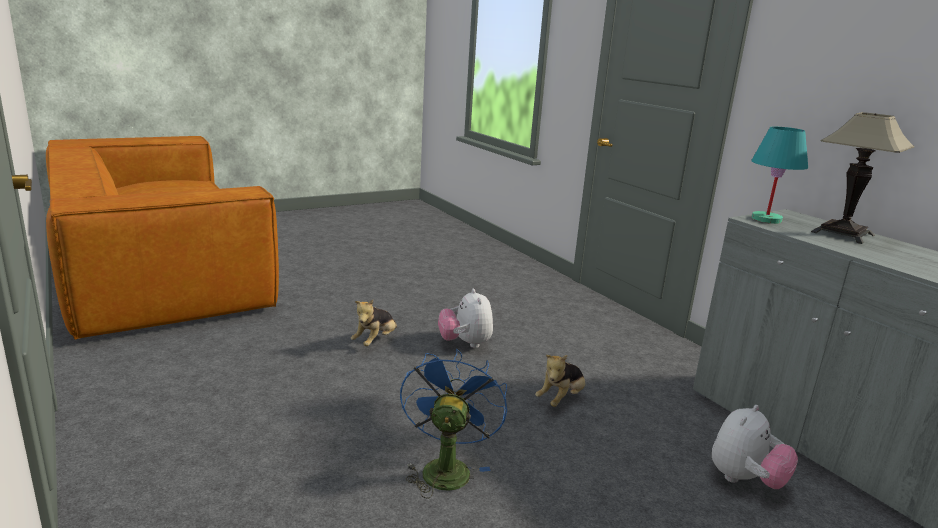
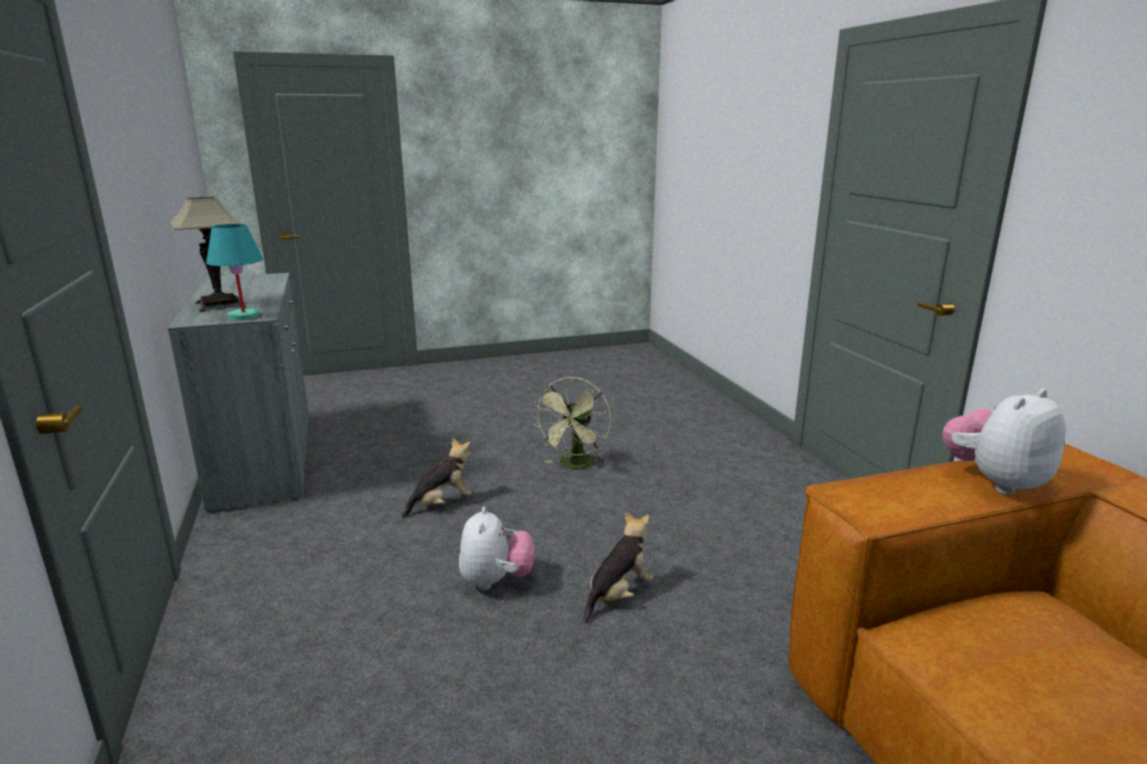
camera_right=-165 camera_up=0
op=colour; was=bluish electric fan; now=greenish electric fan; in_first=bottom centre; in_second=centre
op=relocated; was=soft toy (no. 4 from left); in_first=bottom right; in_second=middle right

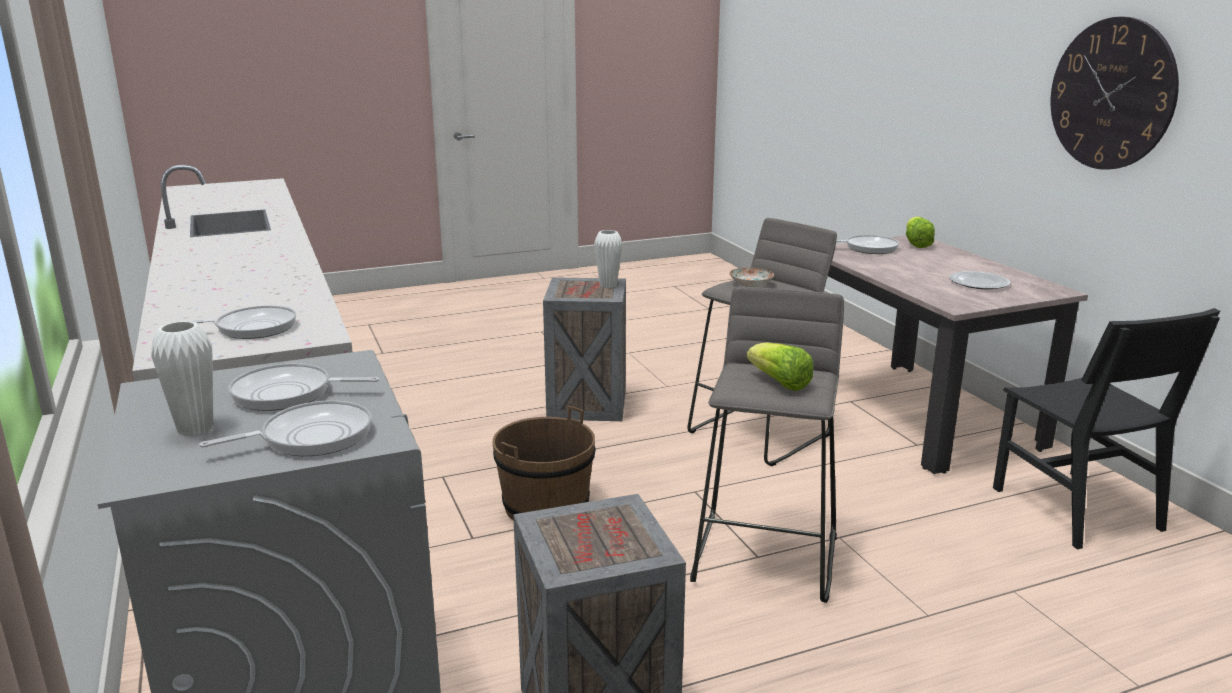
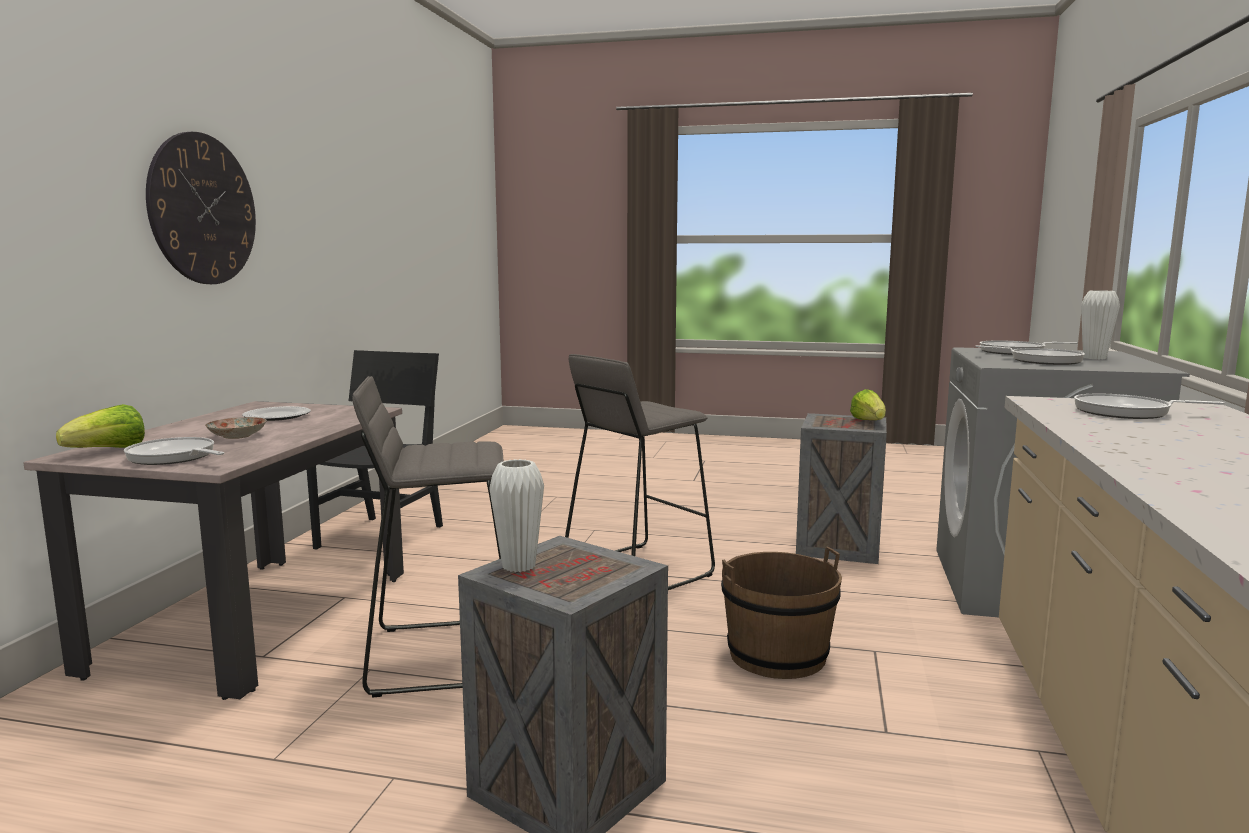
camera_right=-145 camera_up=-10
op=relocated; was=dinner plate (no. 1 from left); in_first=centre; in_second=middle left
op=relocated; was=lettuce head (no. 1 from left in the first image); now=lettuce head (no. 2 from left); in_first=centre; in_second=middle right

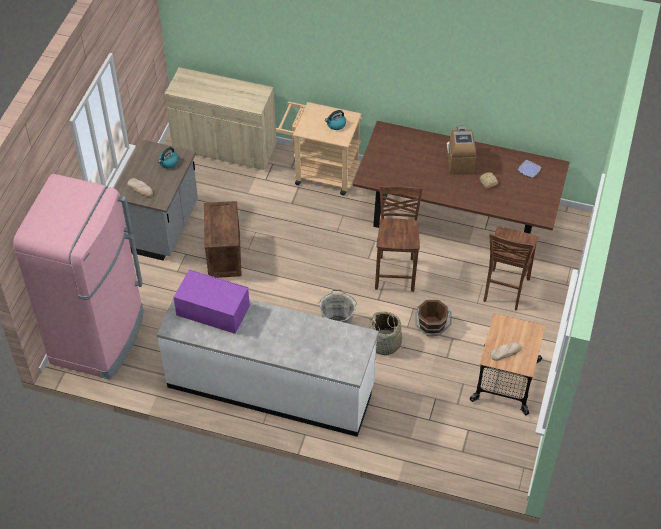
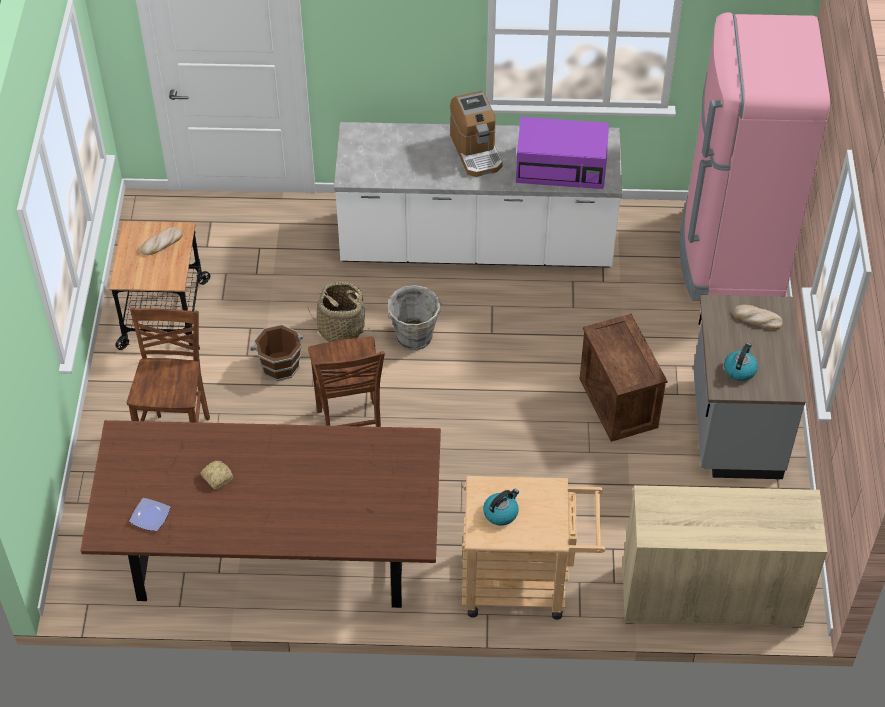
camera_right=165 camera_up=0
op=relocated; was=coffee machine; in_first=top right; in_second=top centre

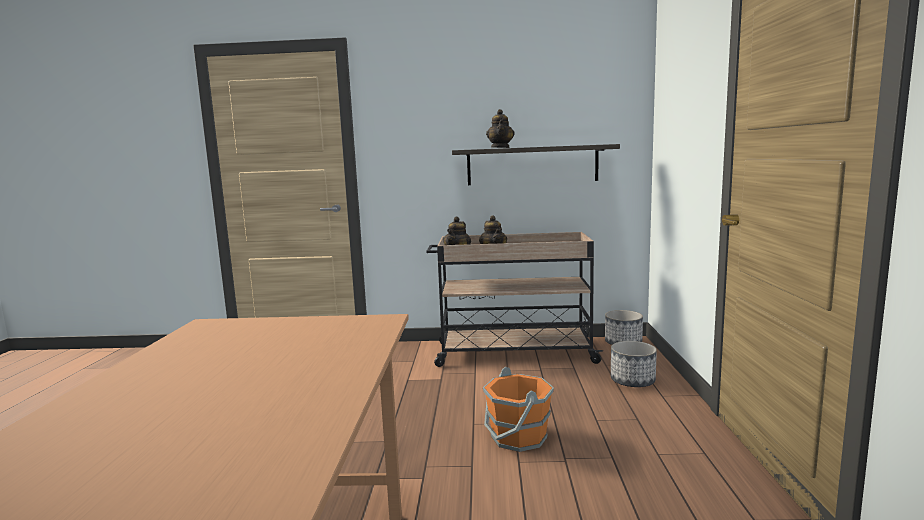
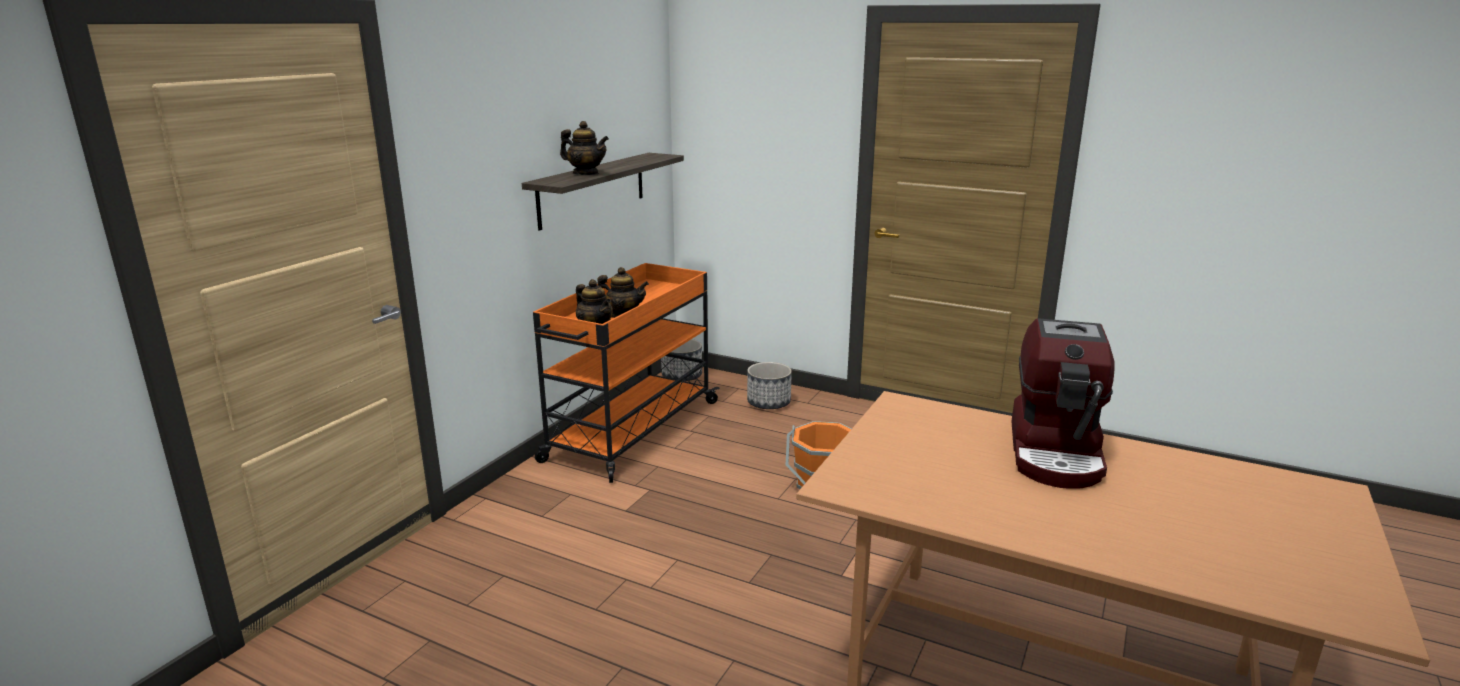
camera_right=-65 camera_up=10
op=colour; was=beige-coloured wheeled cart; now=orange-coloured wheeled cart; in_first=centre; in_second=centre
op=appeared; now=coffee machine; in_second=middle right

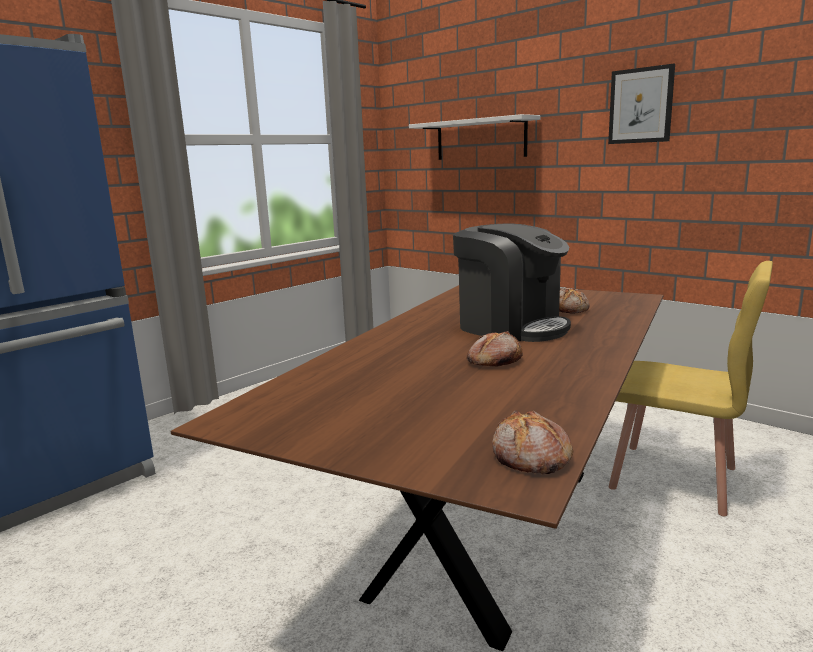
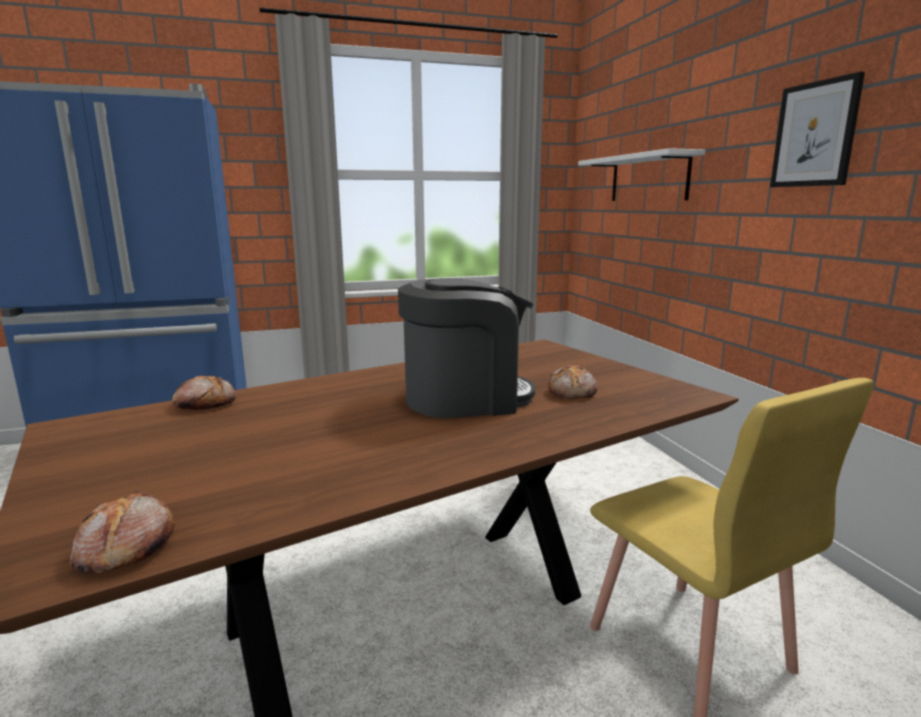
camera_right=30 camera_up=0
op=relocated; was=baked bread (no. 1 from left in the first image); now=baked bread (no. 2 from left); in_first=centre; in_second=middle left
op=spun; was=coffee machine; in_first=centre; in_second=centre; clockwise=-90

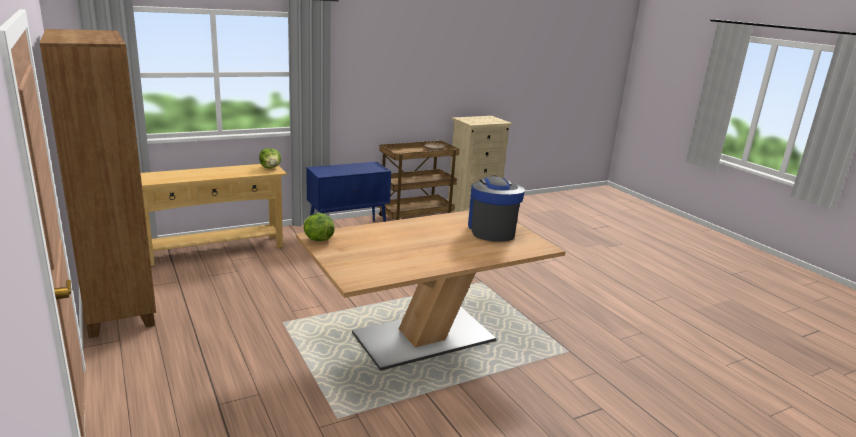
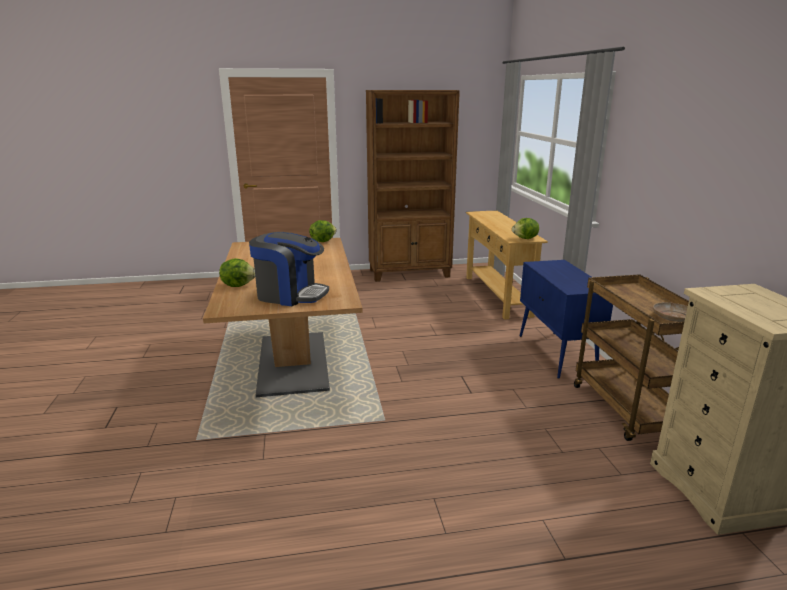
camera_right=110 camera_up=0
op=appeared; now=lettuce head (no. 1 from left); in_second=middle left

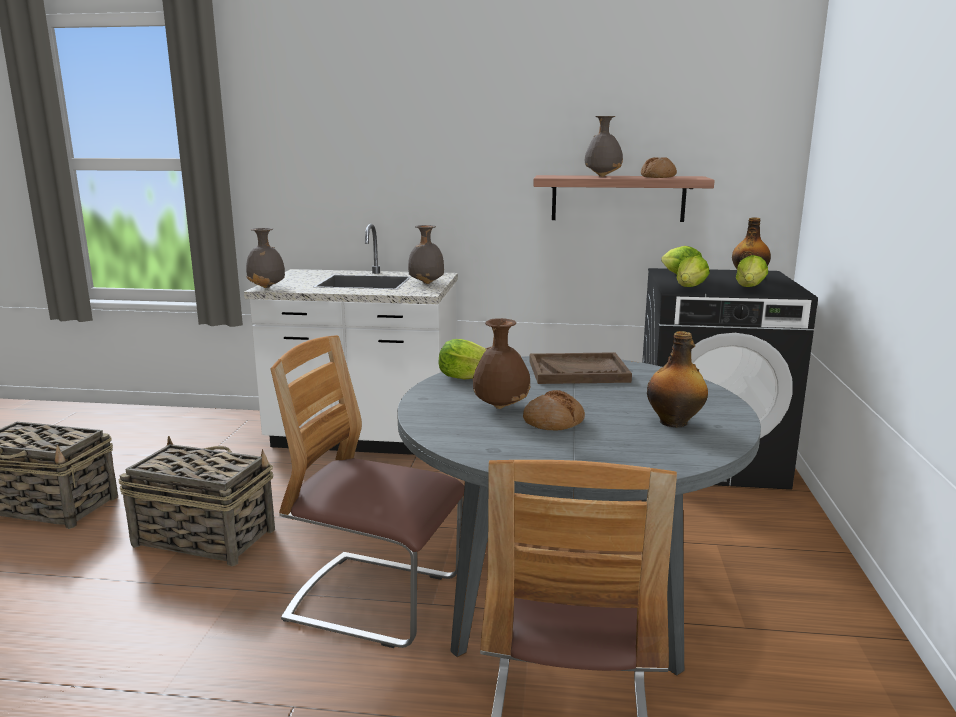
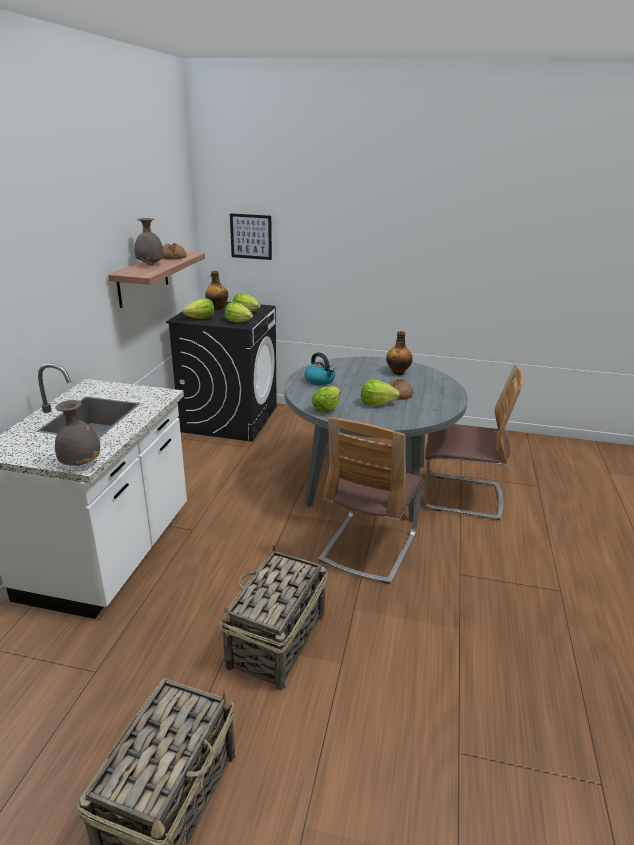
camera_right=-85 camera_up=10
op=appeared; now=wall picture; in_second=top centre
op=exchanged; was=brown tray; now=water kettle; in_first=centre; in_second=centre
op=exchanged; was=brown decorative vase; now=lettuce head (no. 5 from left); in_first=centre; in_second=centre
op=missing; was=gray decorative vase (no. 2 from left); in_first=centre

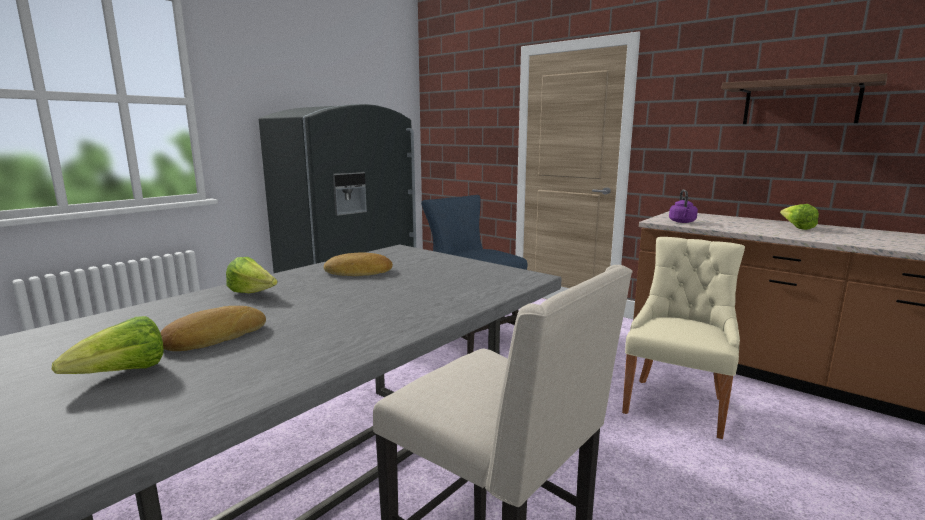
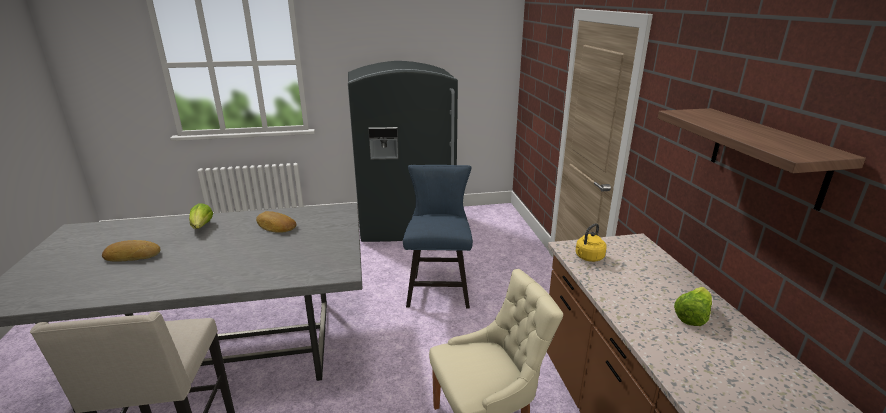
camera_right=40 camera_up=10
op=colour; was=purple-coloured water kettle; now=yellow-coloured water kettle; in_first=middle right; in_second=middle right
op=missing; was=lettuce head (no. 1 from left); in_first=middle left

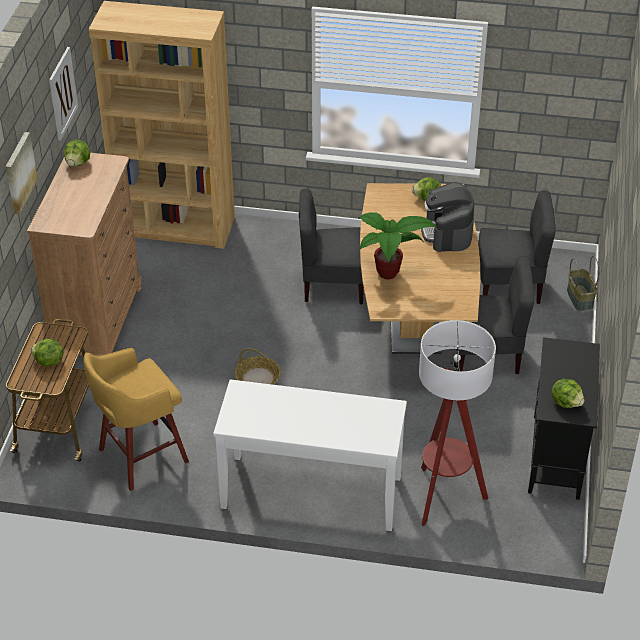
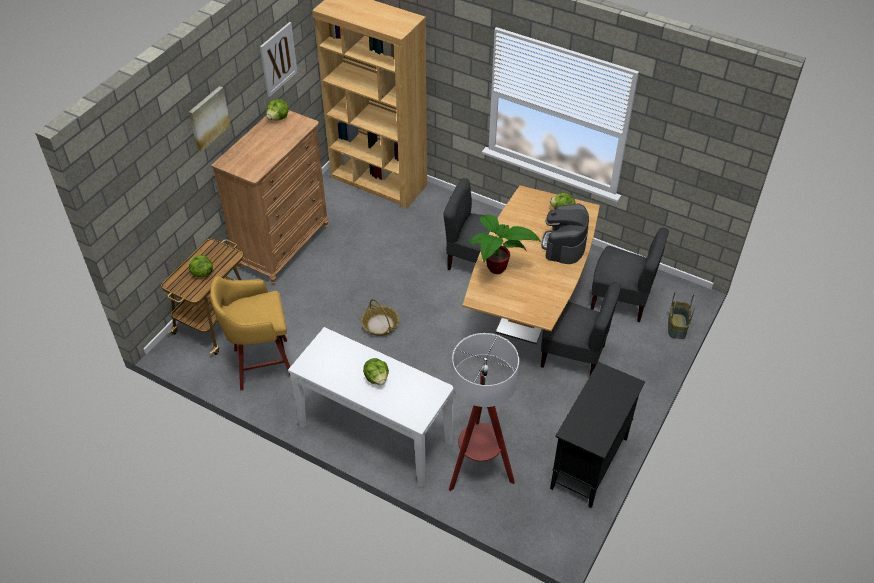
camera_right=20 camera_up=5
op=relocated; was=lettuce head (no. 4 from left in the first image); now=lettuce head (no. 3 from left); in_first=middle right; in_second=centre

